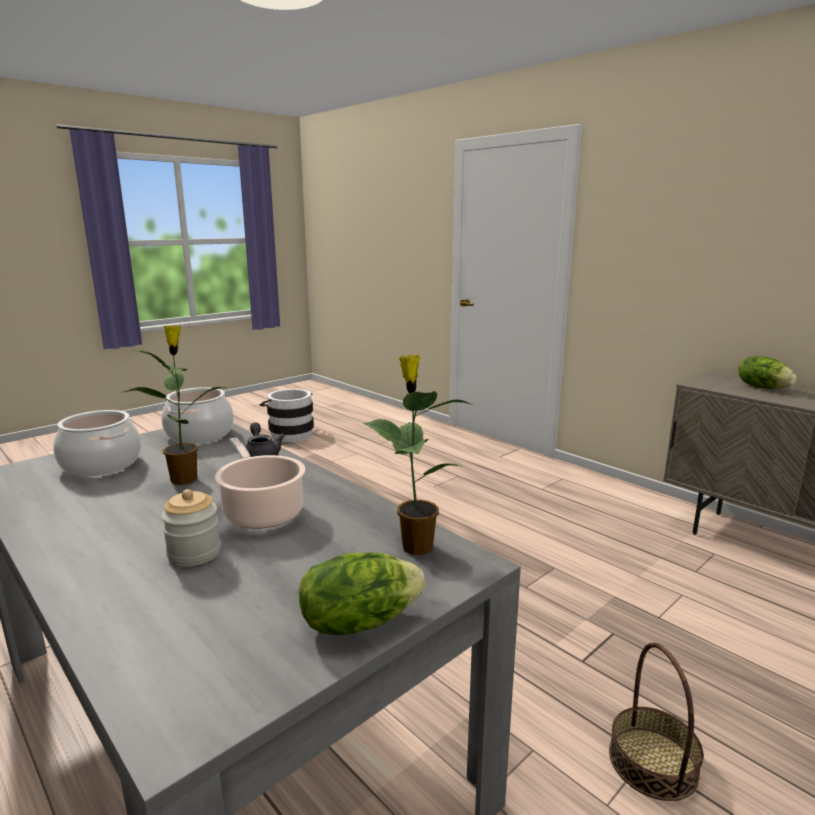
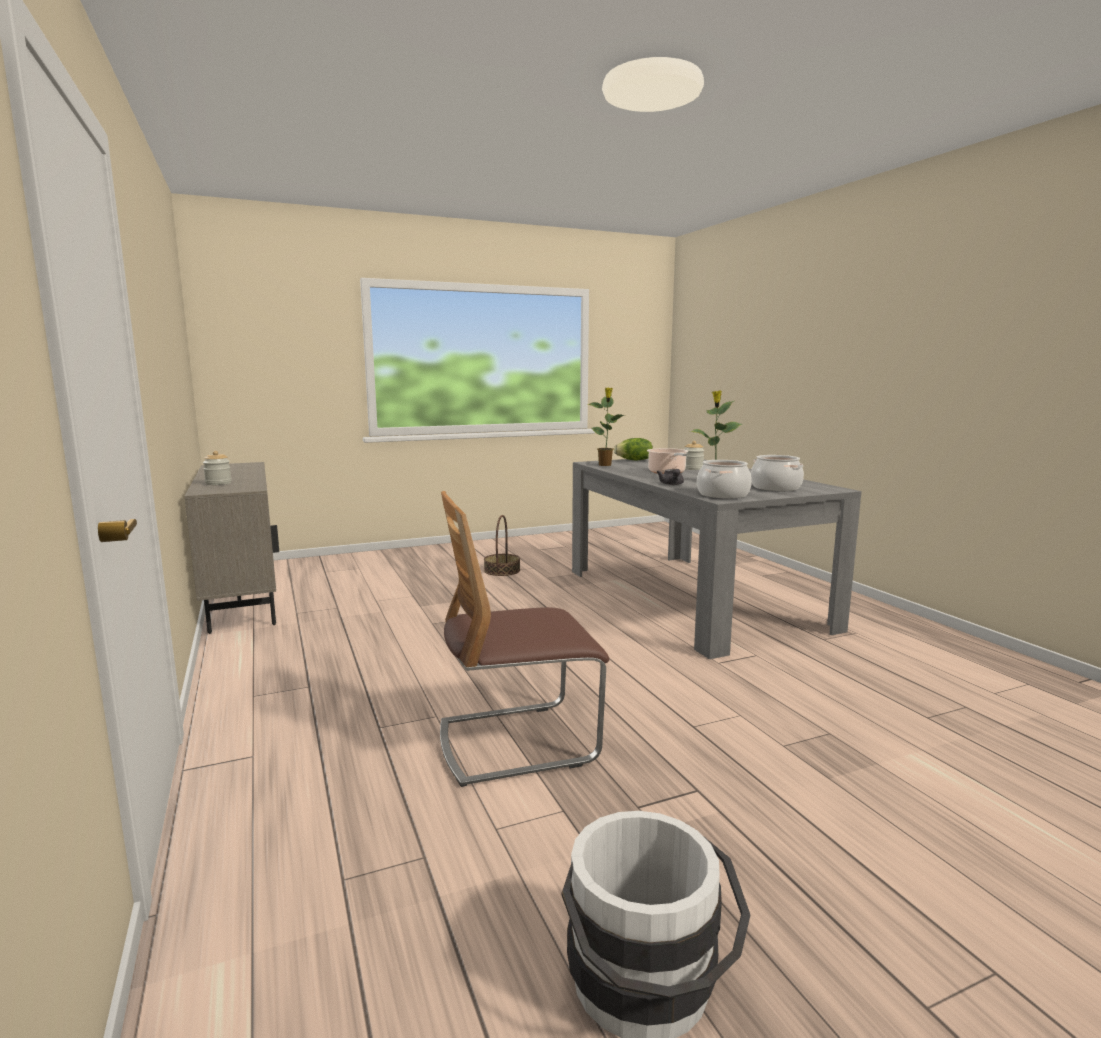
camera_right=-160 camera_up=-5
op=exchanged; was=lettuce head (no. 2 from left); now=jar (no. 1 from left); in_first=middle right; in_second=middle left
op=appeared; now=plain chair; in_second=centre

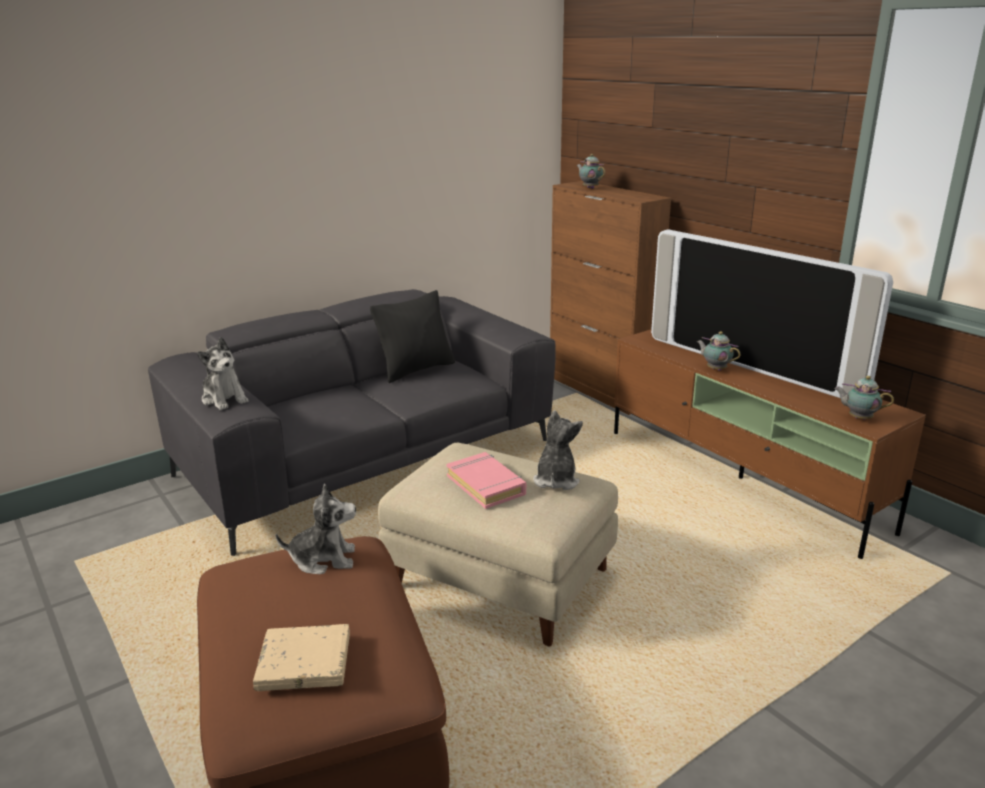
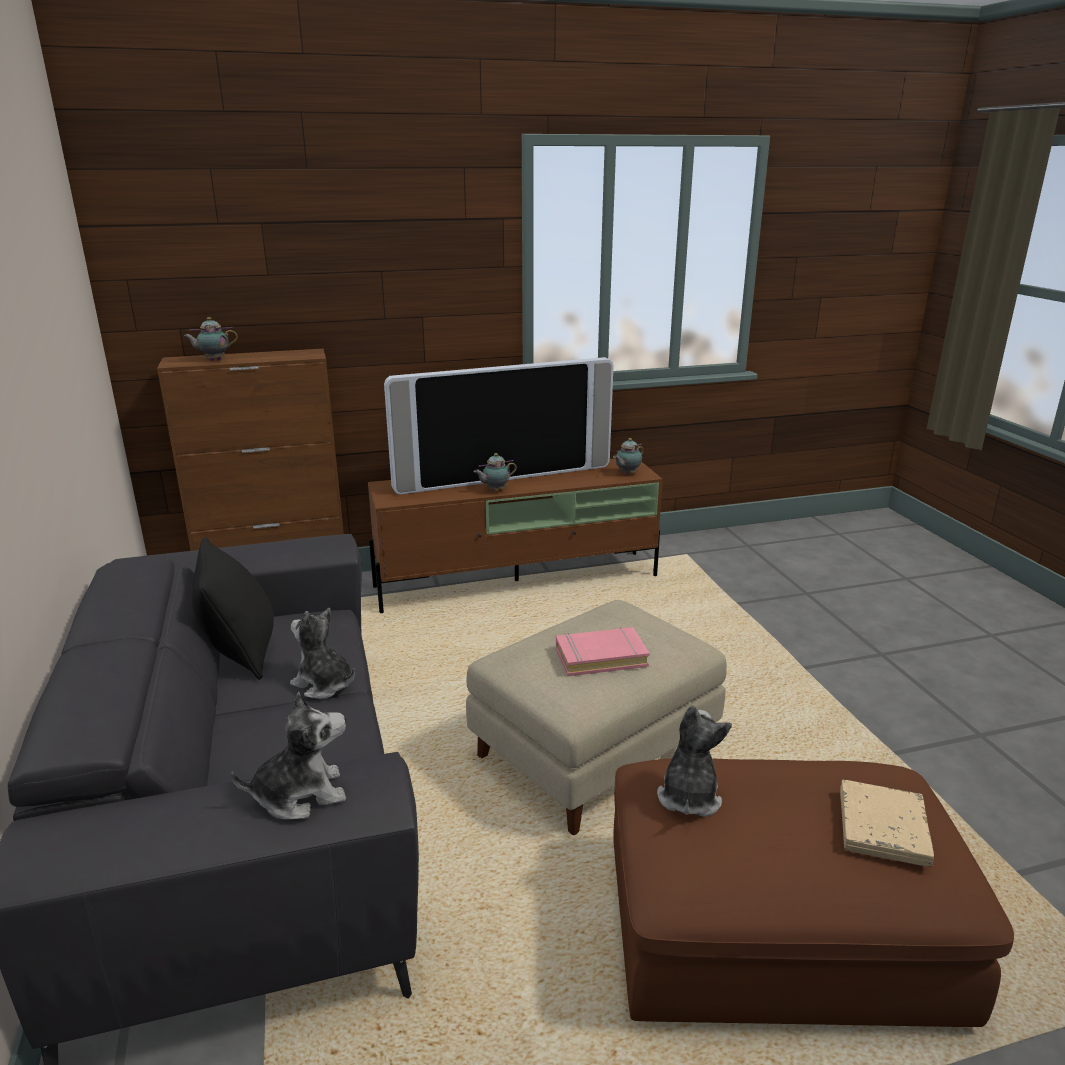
camera_right=-70 camera_up=0
op=relocated; was=soft toy (no. 3 from left in the first image); now=soft toy (no. 2 from left); in_first=centre; in_second=middle left

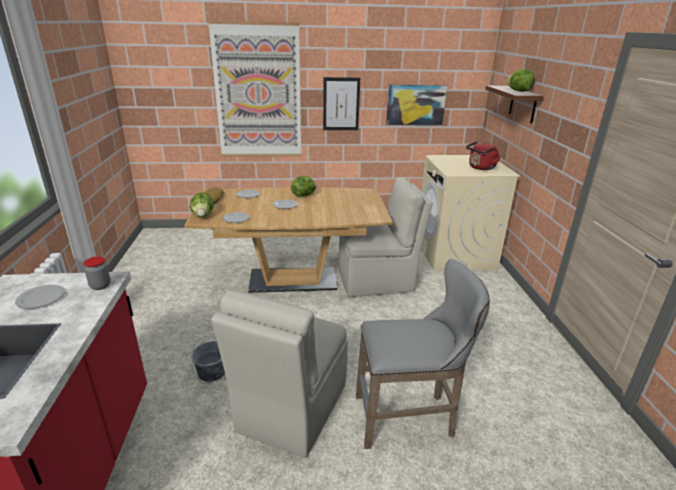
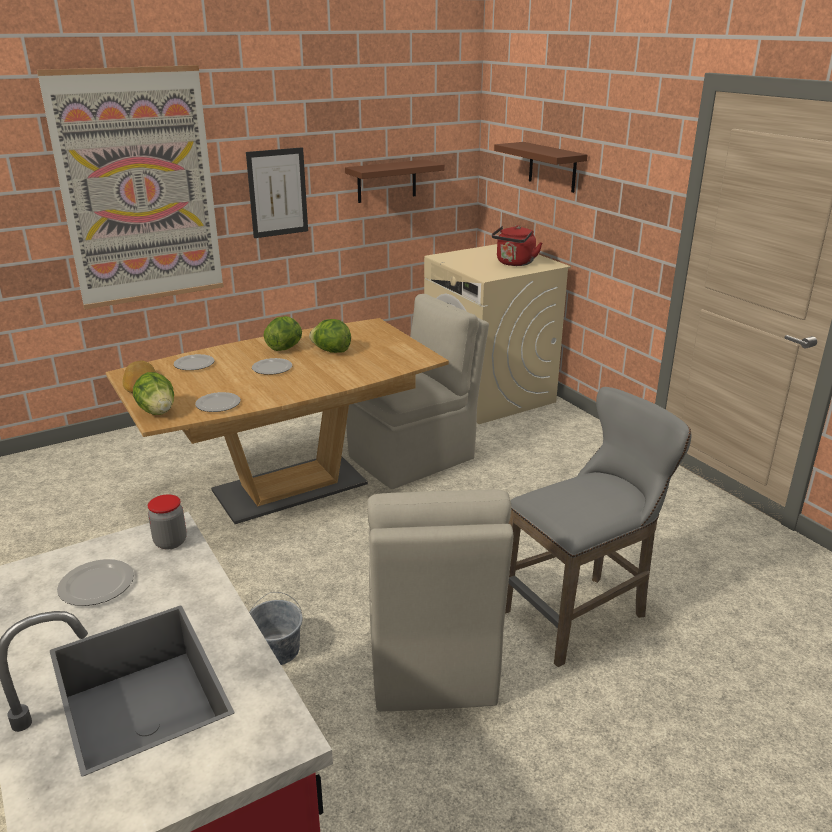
camera_right=-25 camera_up=0
op=relocated; was=lettuce head (no. 3 from left); in_first=top right; in_second=centre
op=exchanged; was=wall picture (no. 3 from left); now=brown shelf (no. 1 from left); in_first=top centre; in_second=top centre

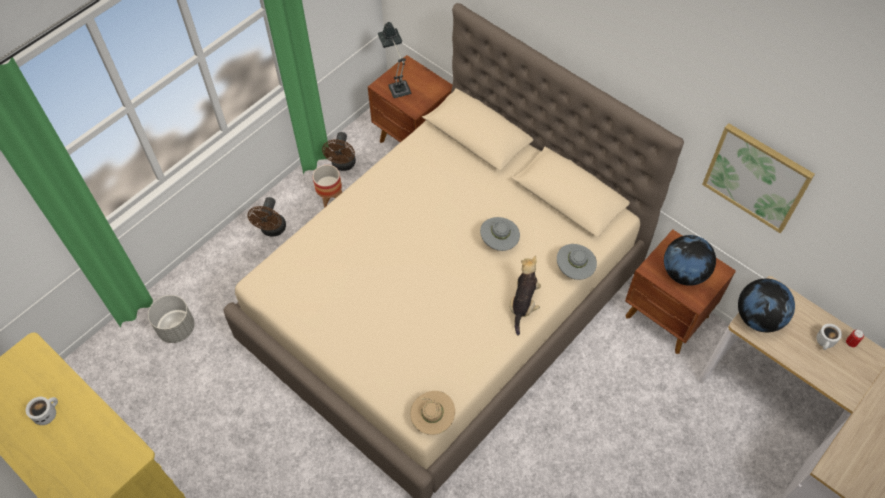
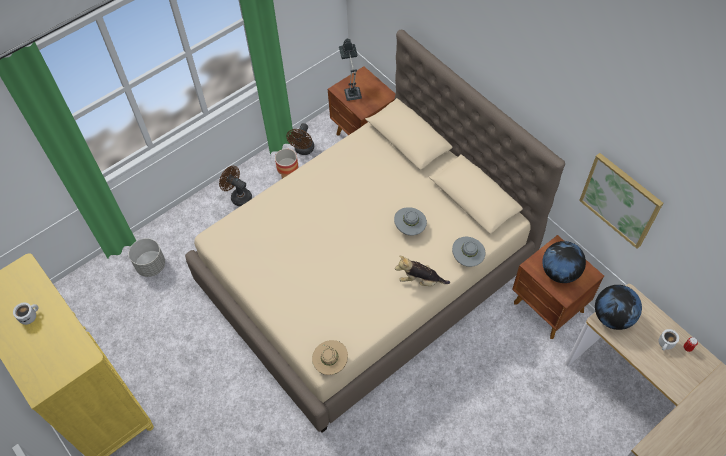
camera_right=10 camera_up=0
op=spun; was=brown electric fan (no. 1 from left); in_first=middle left; in_second=middle left; clockwise=105
op=spun; was=soft toy; in_first=centre; in_second=centre; clockwise=-105

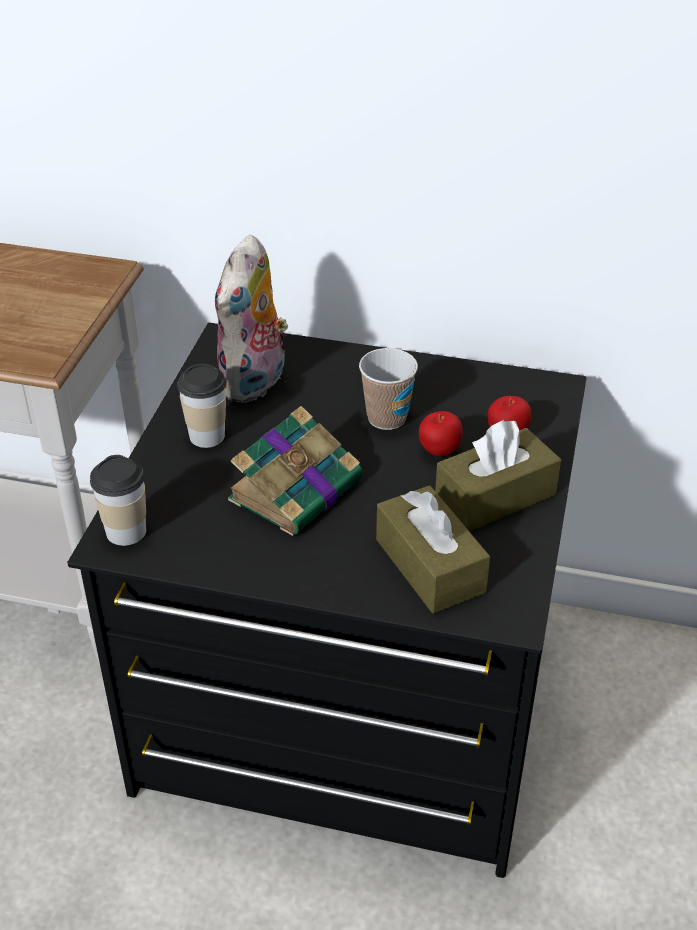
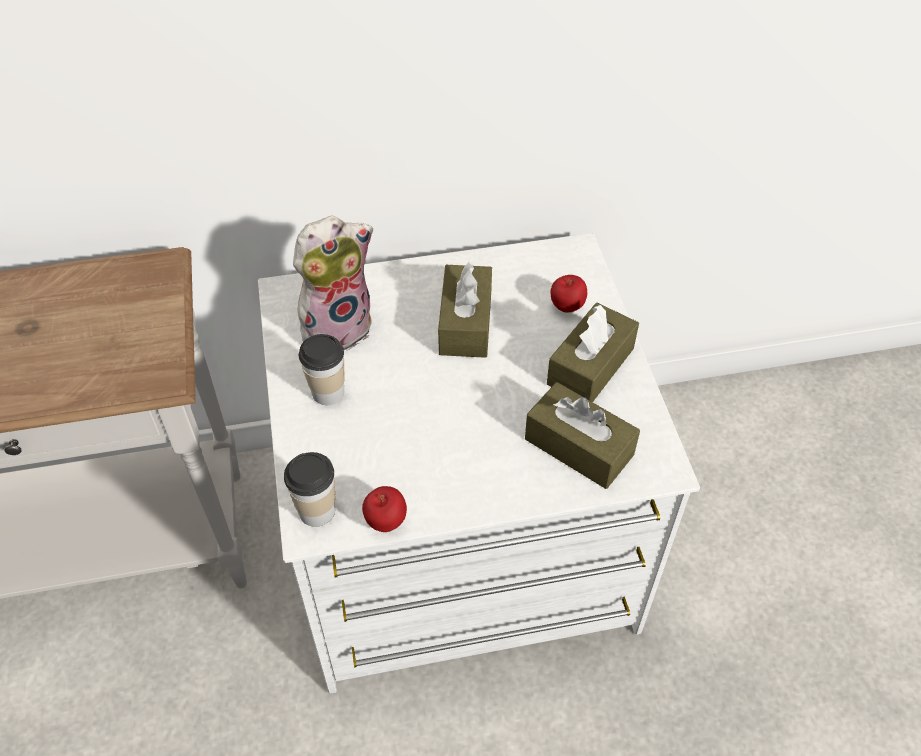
camera_right=-25 camera_up=10
op=colour; was=black chest of drawers; now=white-coloured chest of drawers; in_first=centre; in_second=centre
op=spun; was=soft toy; in_first=centre; in_second=centre; clockwise=-120
op=relocated; was=apple fruit (no. 1 from left); in_first=centre; in_second=bottom centre
op=exchanged; was=drinking cup (no. 3 from left); now=brown tissue holder (no. 1 from left); in_first=centre; in_second=centre
op=missing; was=volume; in_first=centre

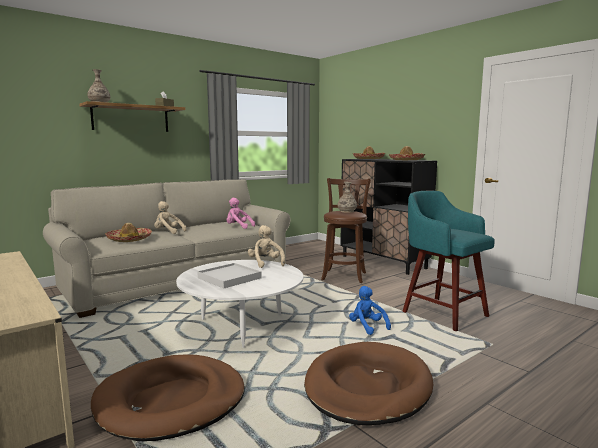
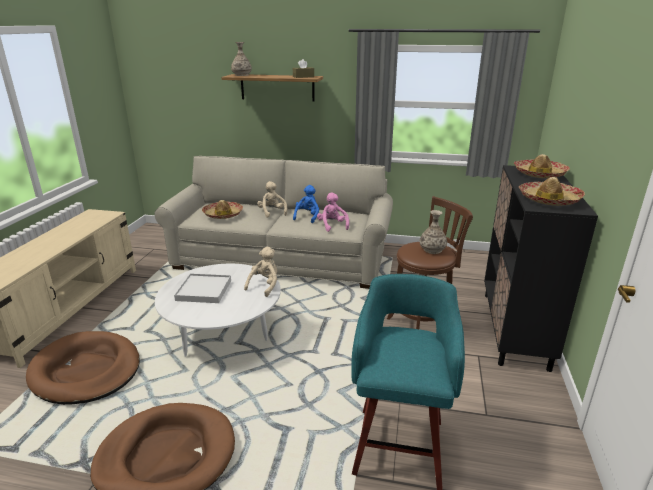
camera_right=50 camera_up=15
op=relocated; was=bluish soft toy; in_first=bottom centre; in_second=centre

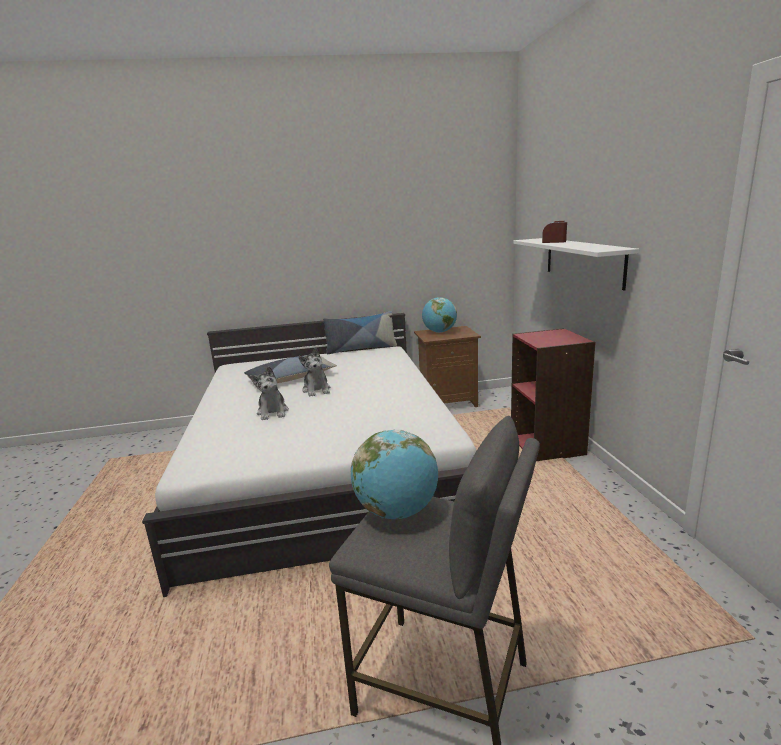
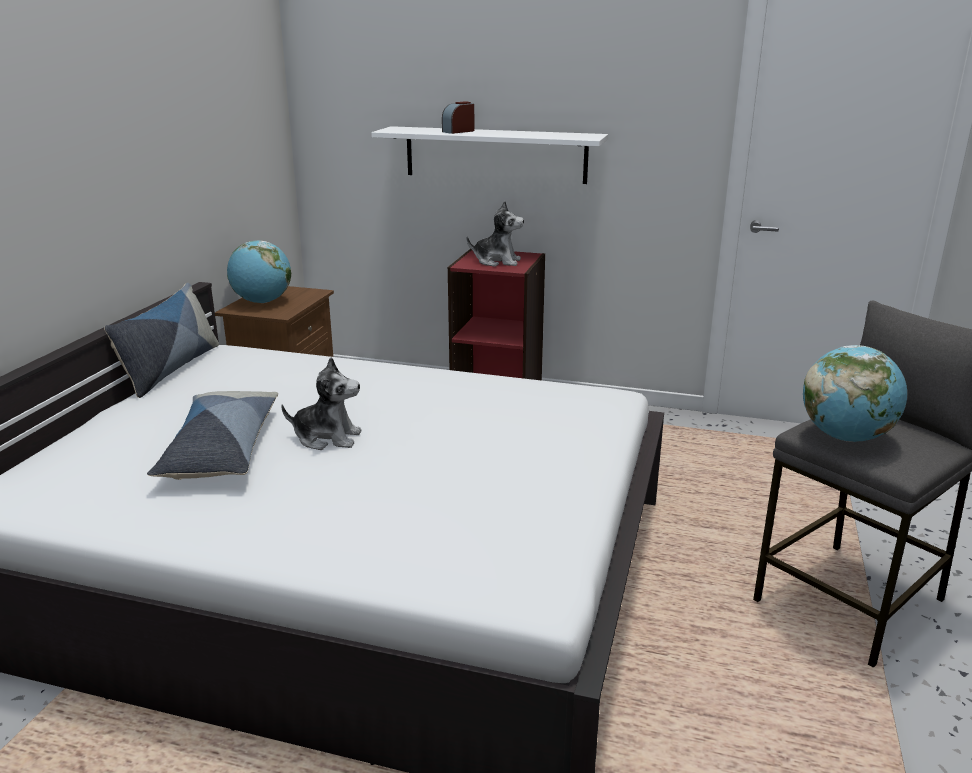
camera_right=-65 camera_up=5
op=relocated; was=soft toy (no. 1 from left in the first image); now=soft toy (no. 2 from left); in_first=centre; in_second=top centre

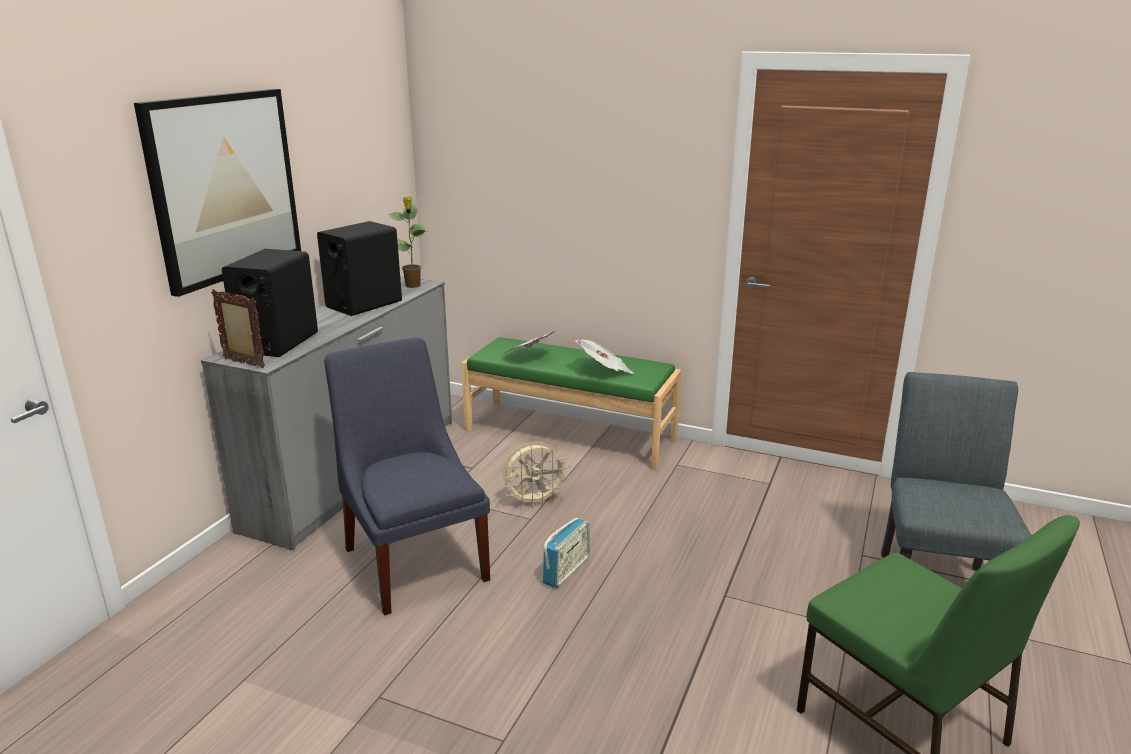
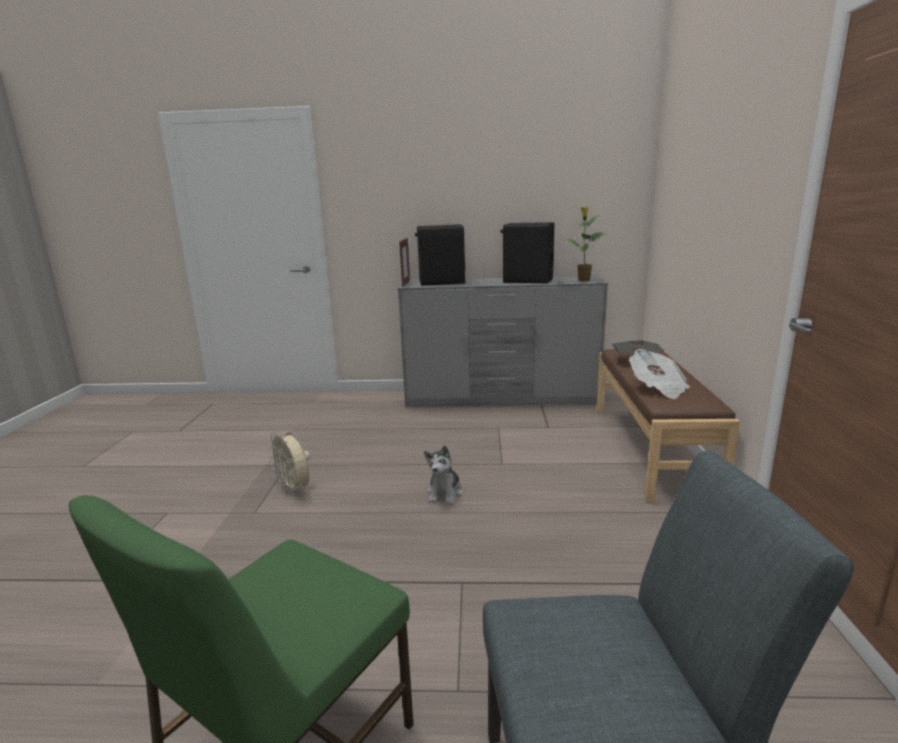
camera_right=70 camera_up=-5
op=relocated; was=beige-coloured electric fan; in_first=centre; in_second=middle left
op=exchanged; was=radio; now=soft toy; in_first=bottom centre; in_second=centre
op=colour; was=greenish long seat; now=brown long seat; in_first=centre; in_second=middle right
op=missing; was=wall picture; in_first=top left
op=missing; was=bluish plain chair; in_first=centre

